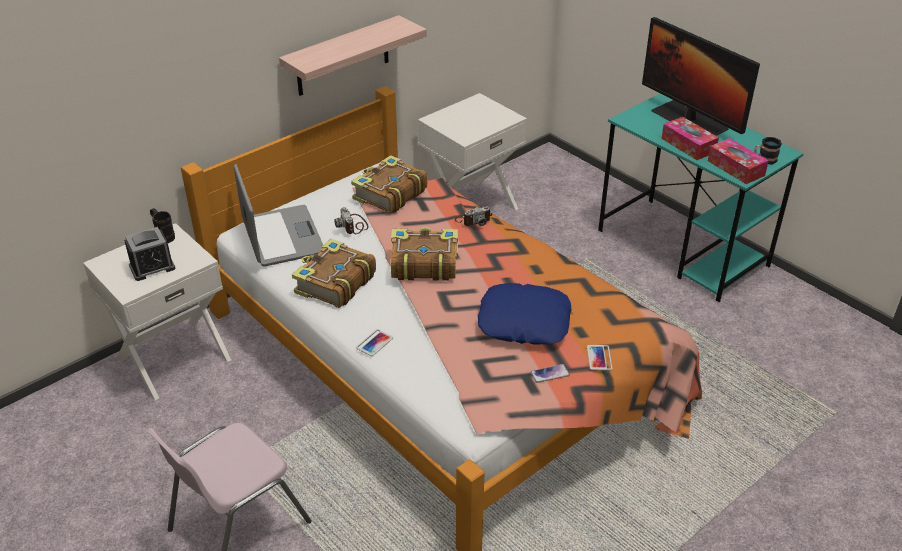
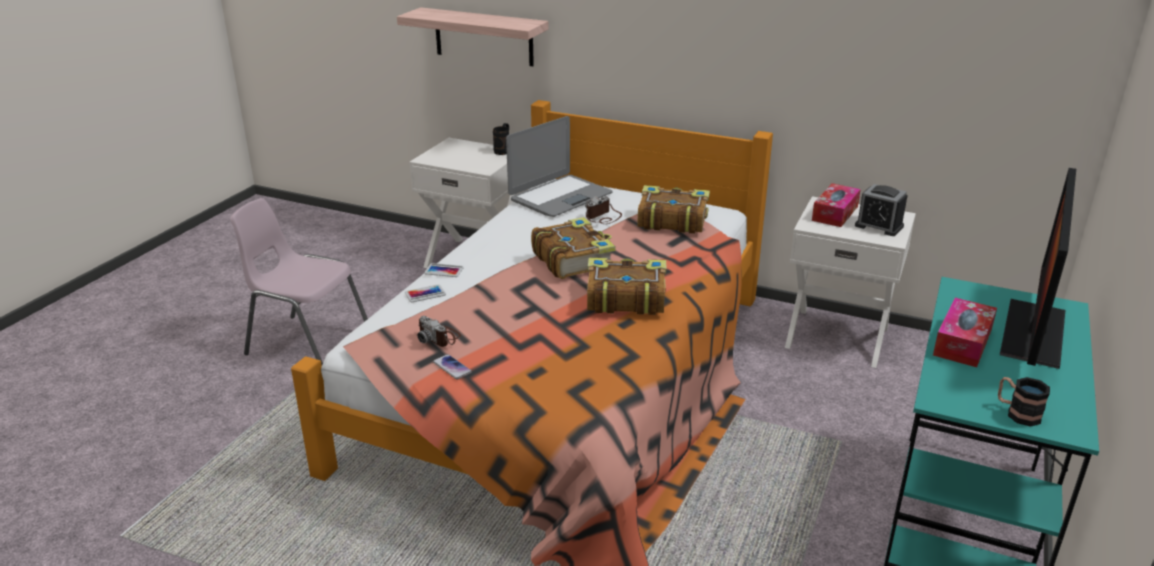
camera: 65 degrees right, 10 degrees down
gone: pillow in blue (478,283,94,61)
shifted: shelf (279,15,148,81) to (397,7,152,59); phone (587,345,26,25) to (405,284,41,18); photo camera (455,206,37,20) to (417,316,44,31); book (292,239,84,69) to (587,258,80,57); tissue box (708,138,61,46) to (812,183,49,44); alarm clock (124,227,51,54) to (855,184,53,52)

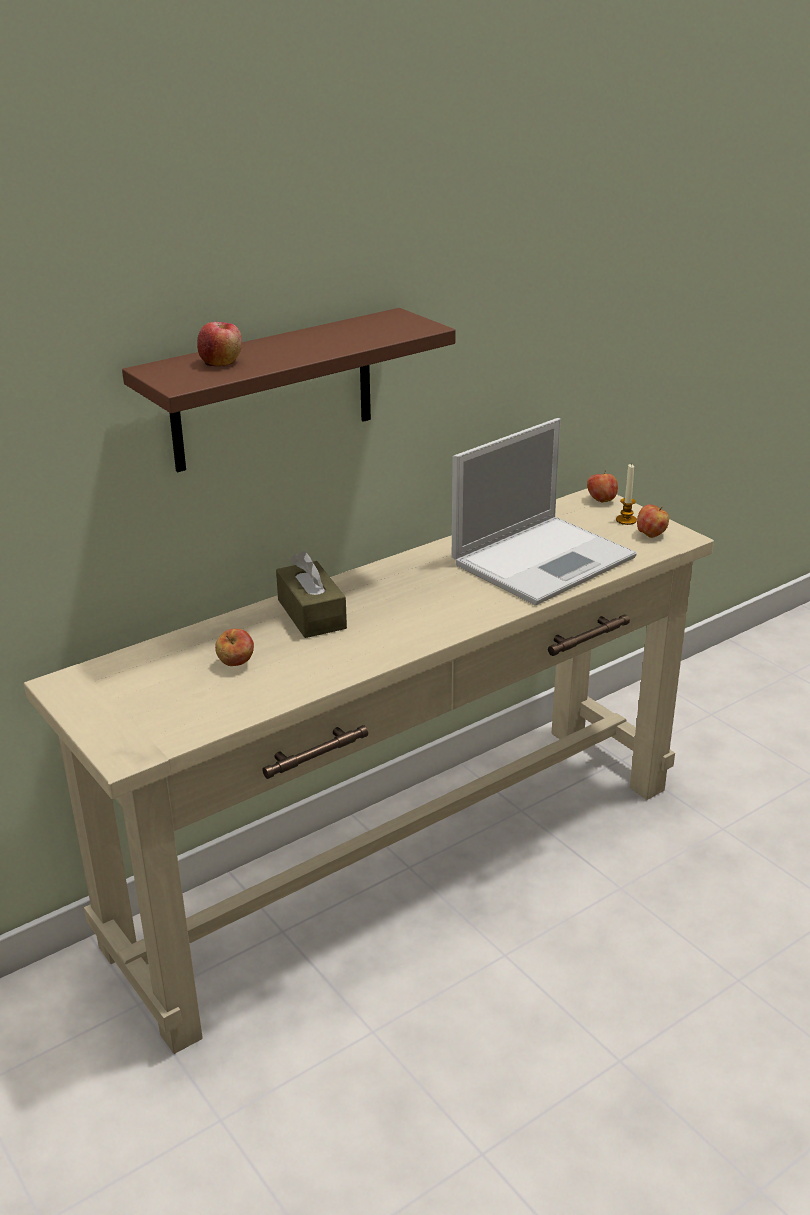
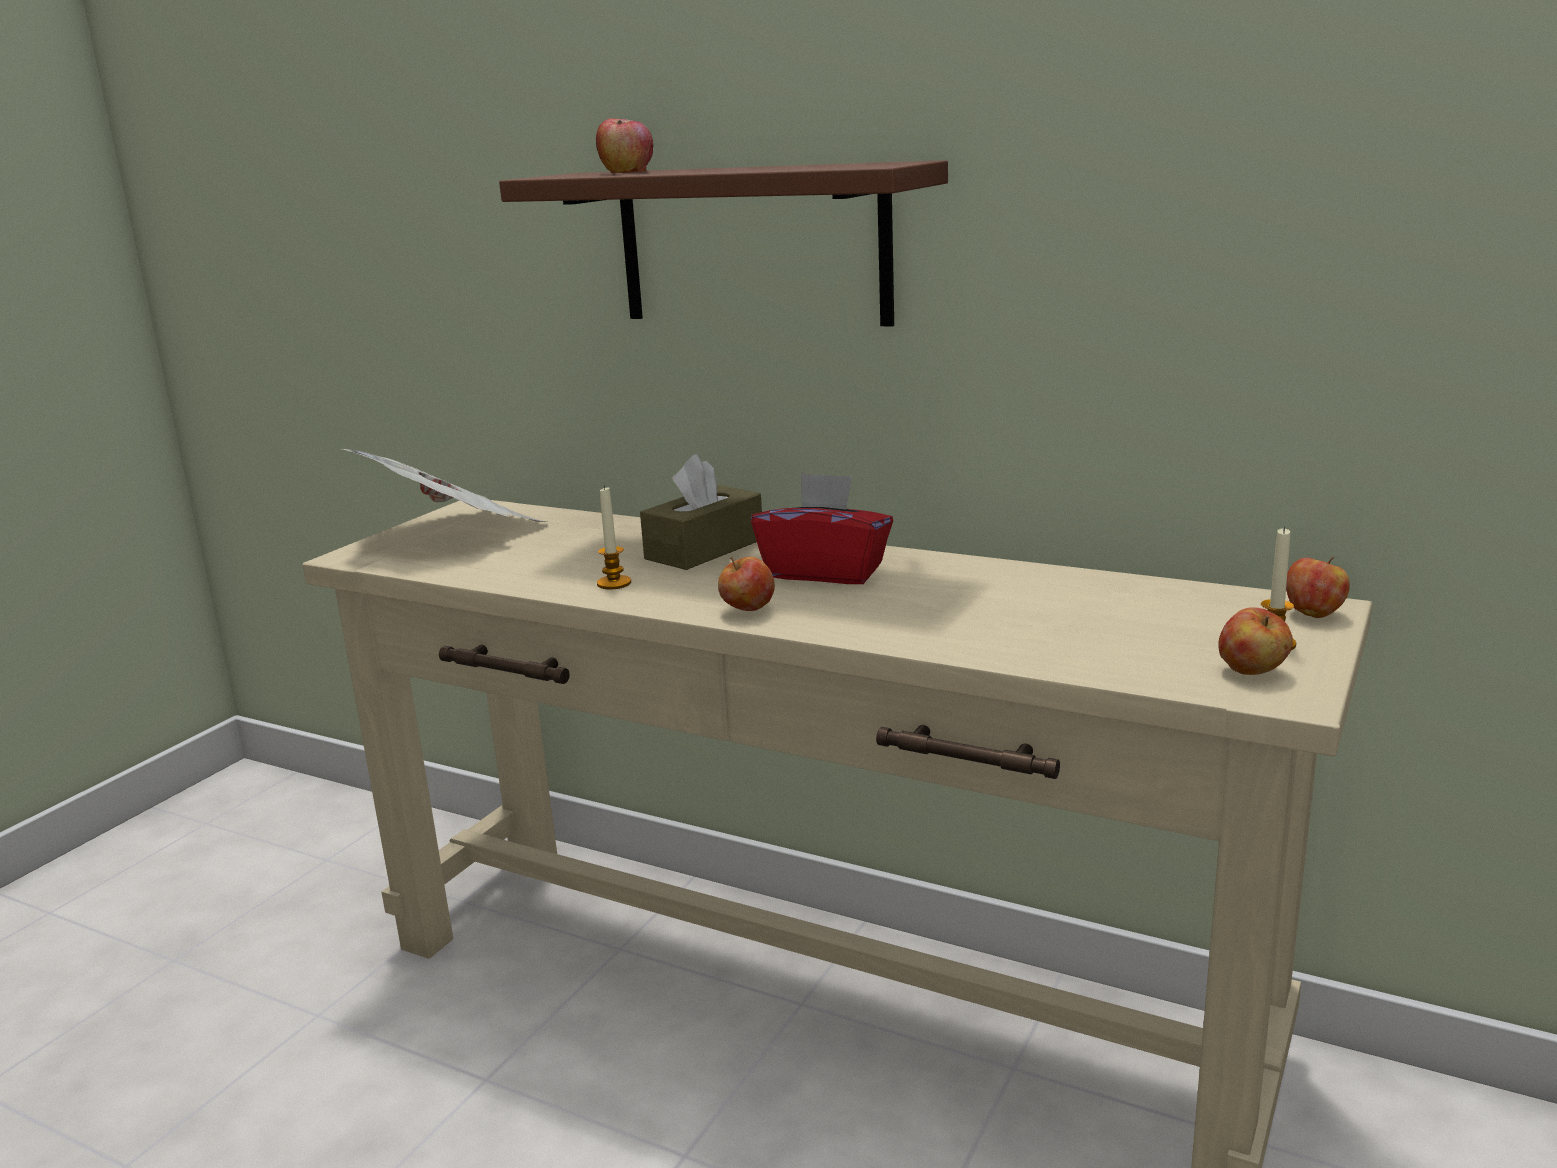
camera: 65 degrees right, 10 degrees down
gone: laptop (452,418,185,188)
new: newspaper (343,449,204,73); candle (597,485,34,105); tissue box in red (751,473,142,111)
shifted: apple (215,629,39,37) to (718,557,57,54)

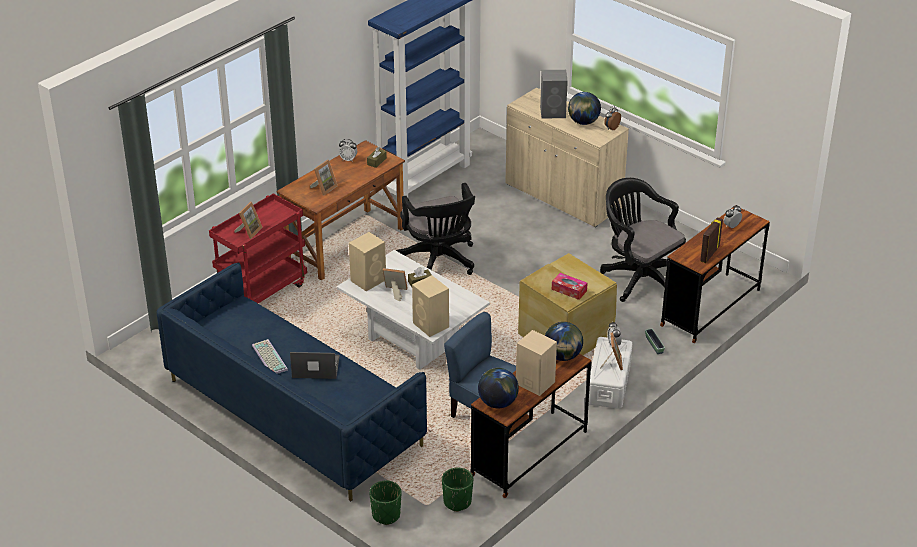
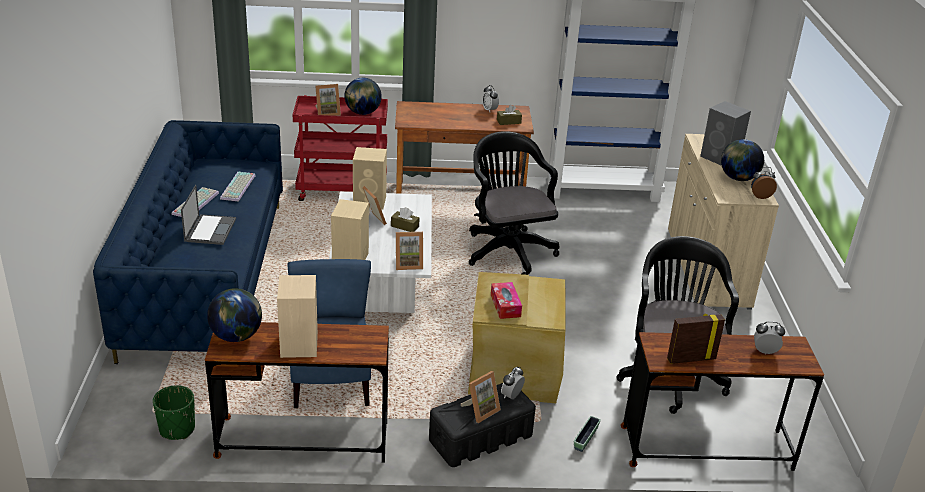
camera: 45 degrees right, 5 degrees down
gone: planter in green (369,480,32,45)
new: keyboard (220,172,36,30)
shifted: globe (545,322,38,39) to (345,78,37,37); picture frame (310,160,27,35) to (396,232,27,38)
repainted: storage box in white (589,337,43,72) to storage box in black (429,383,107,84)
rotated: laptop (290,352,50,27) = (181,185,55,60) 45 degrees clockwise; office chair in black (396,183,79,92) = (469,131,90,144) 135 degrees clockwise

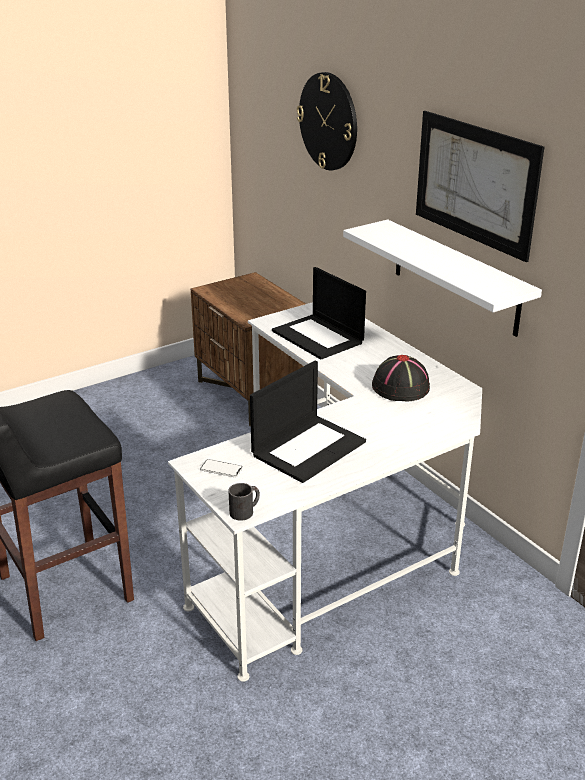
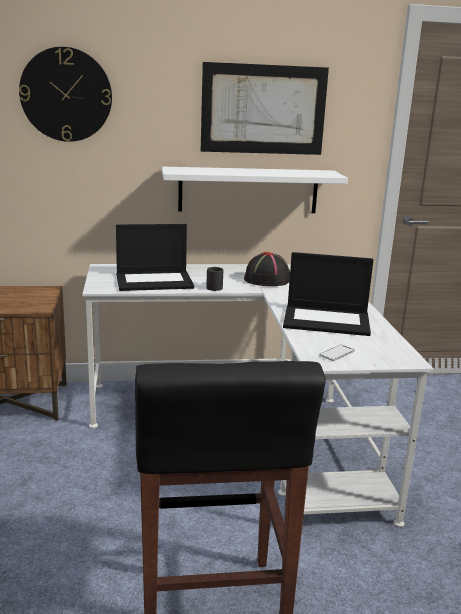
camera: 65 degrees left, 10 degrees down
shifted: mug in black (229,483,31,38) to (206,267,17,24)
rotated: laptop (250,361,116,122) = (283,252,90,84) 120 degrees clockwise

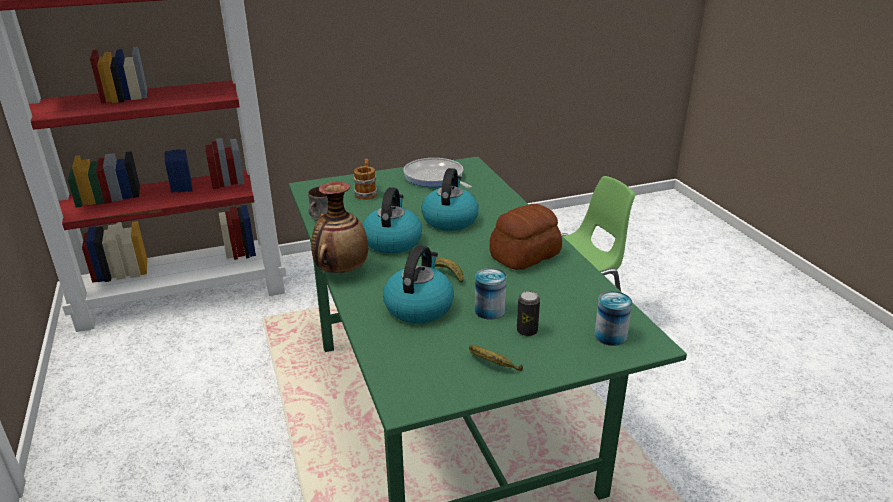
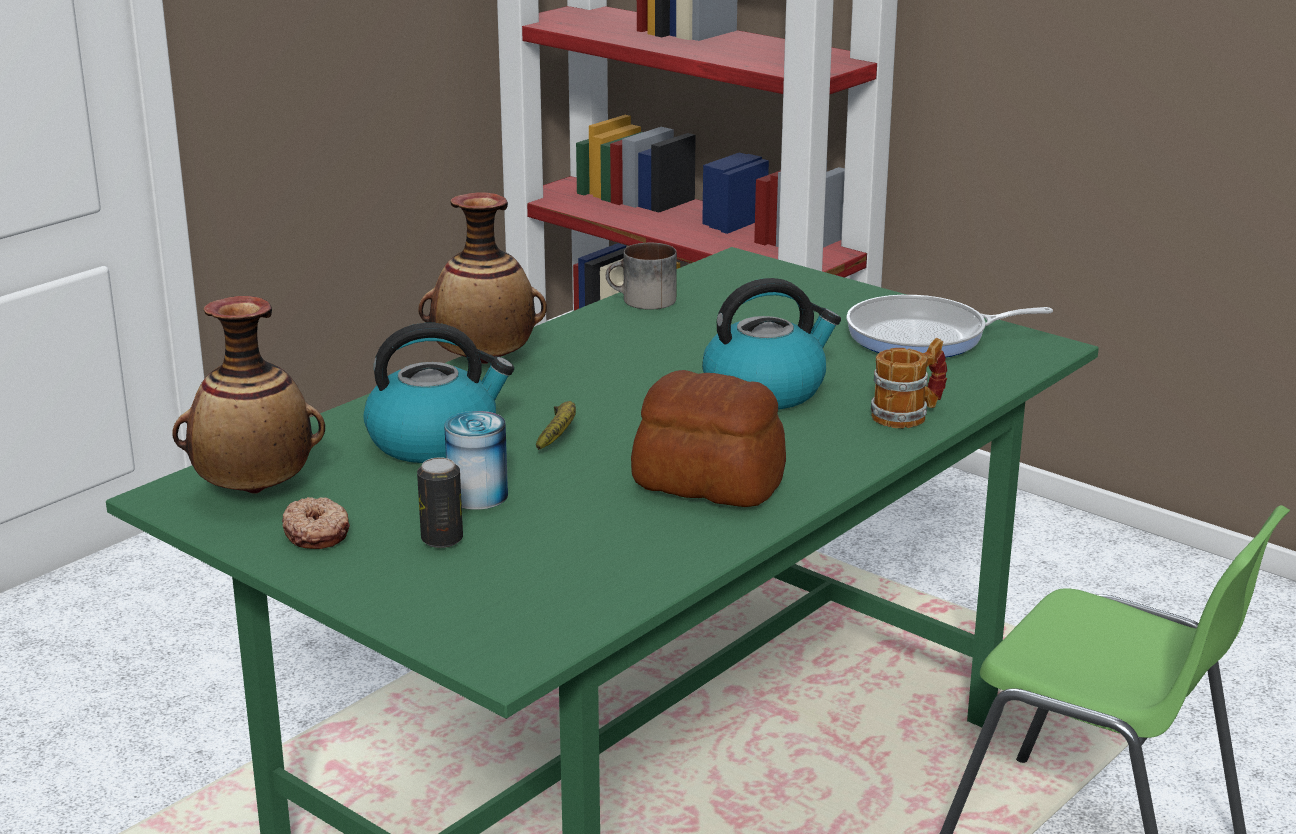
camera: 60 degrees right, 5 degrees down
gone: kettle (363,187,59,67); can (594,291,38,55)
new: vase (172,296,153,198)
shifted: mug (354,158,23,42) to (871,338,76,90)
swapped: banana (469,345,54,26) to donut (282,497,68,52)
rotated: frying pan (403,158,69,30) = (846,295,207,63) 120 degrees counterclockwise

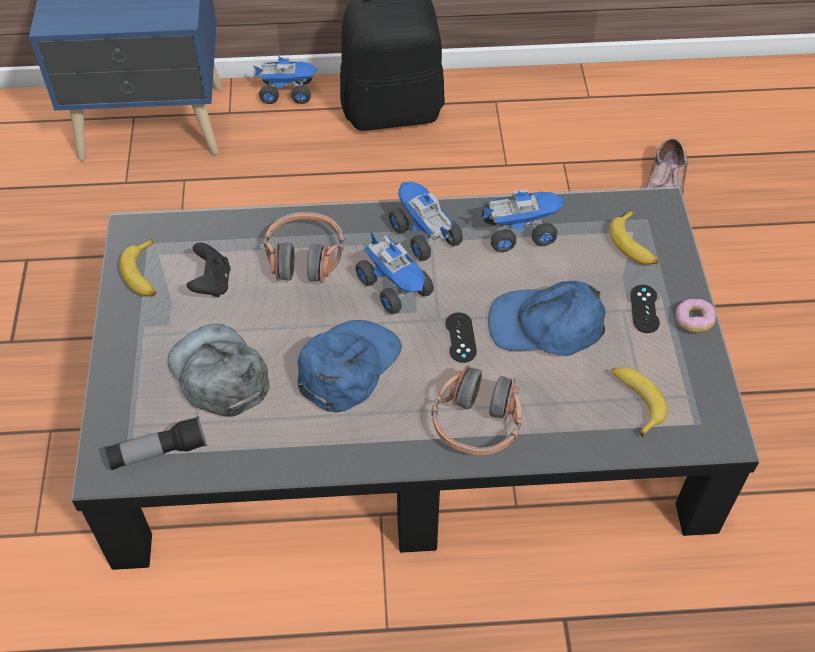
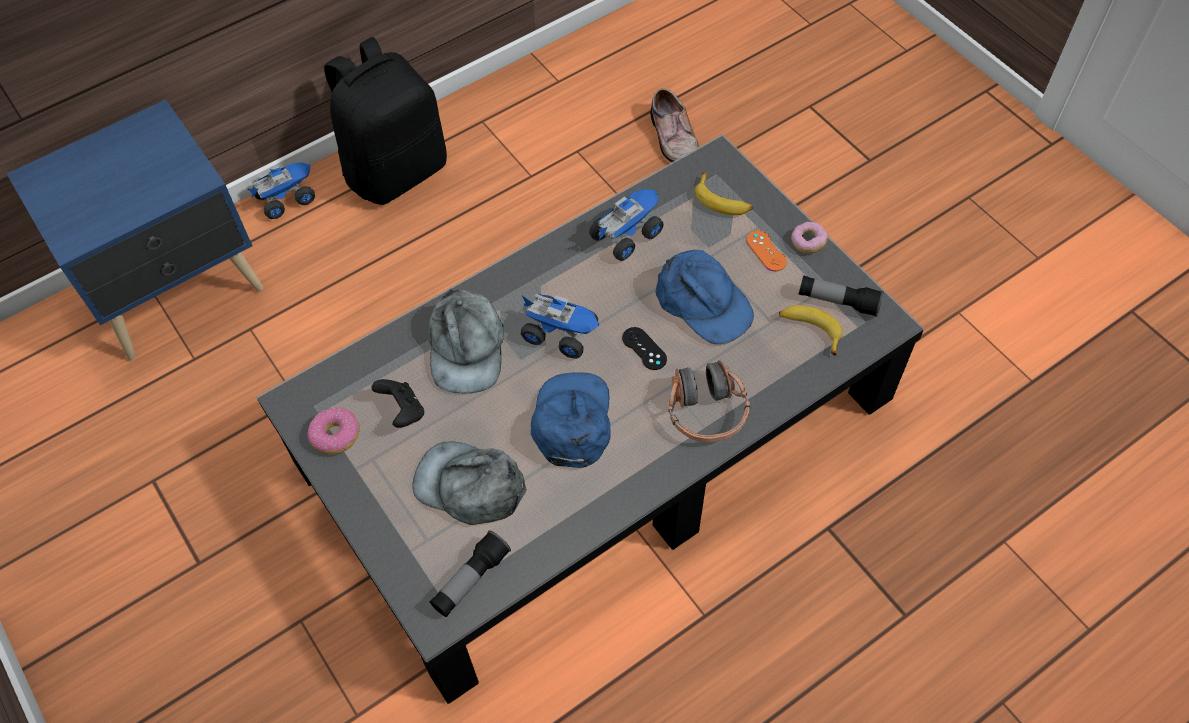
camera: 30 degrees left, 5 degrees up
gone: toy truck (389,182,74,79)
new: flashlight (799,275,85,42)
swapped: banana (119,238,38,58) to donut (308,407,51,48); headphones (264,212,80,71) to cap in grey (428,289,76,105)
repainted: game controller in black (631,285,29,48) to game controller in orange (747,230,40,41)
rotated: cap in blue (488,281,117,75) = (656,250,98,94) 105 degrees counterclockwise

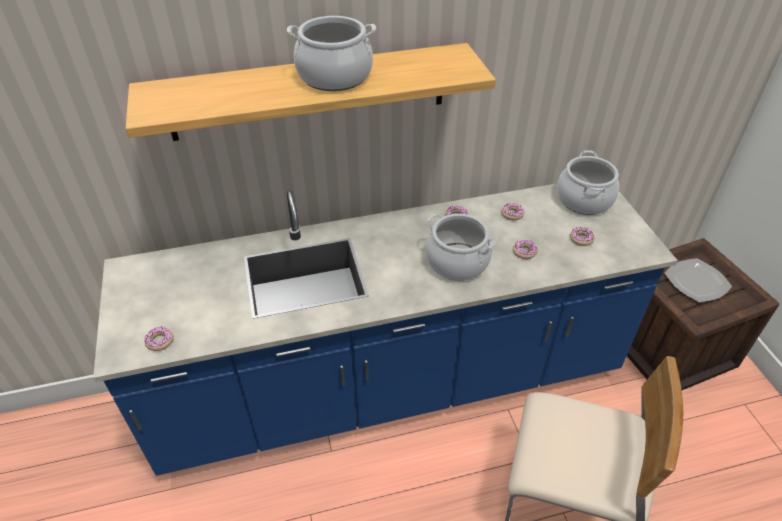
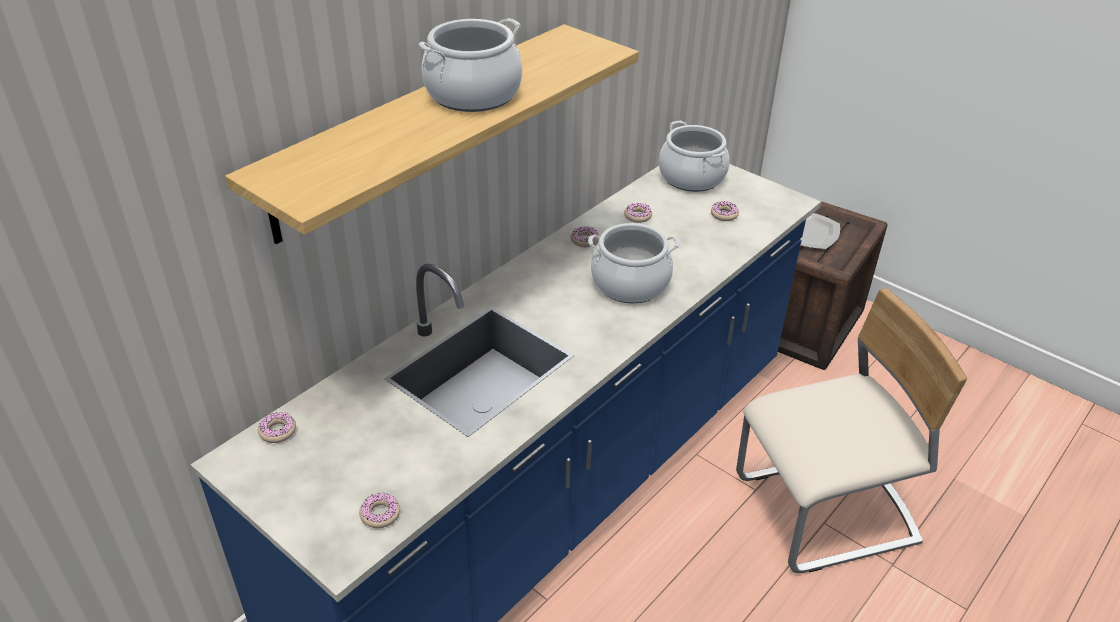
camera: 35 degrees left, 5 degrees down
shifted: donut (513,240,24,19) to (258,411,38,32)

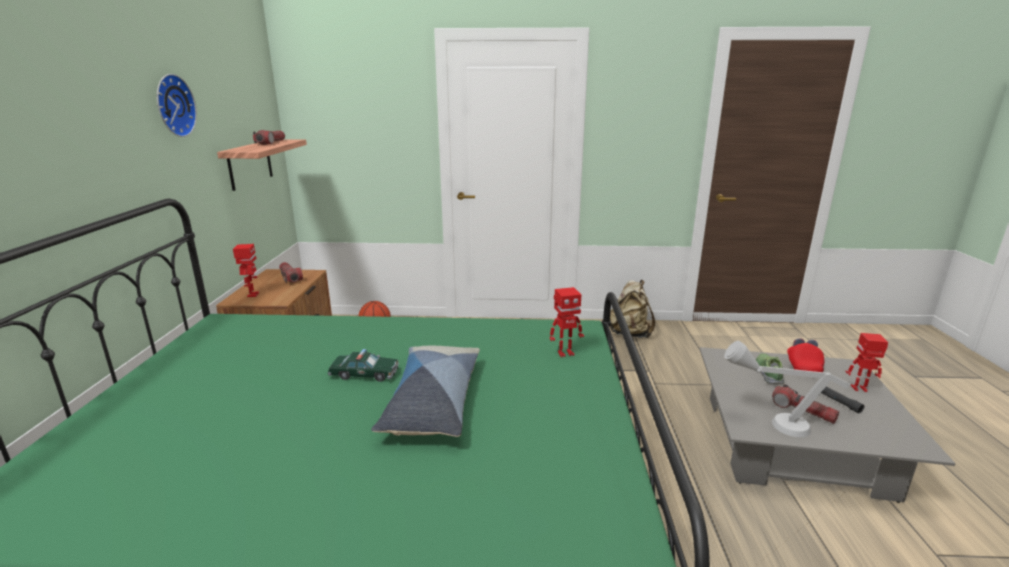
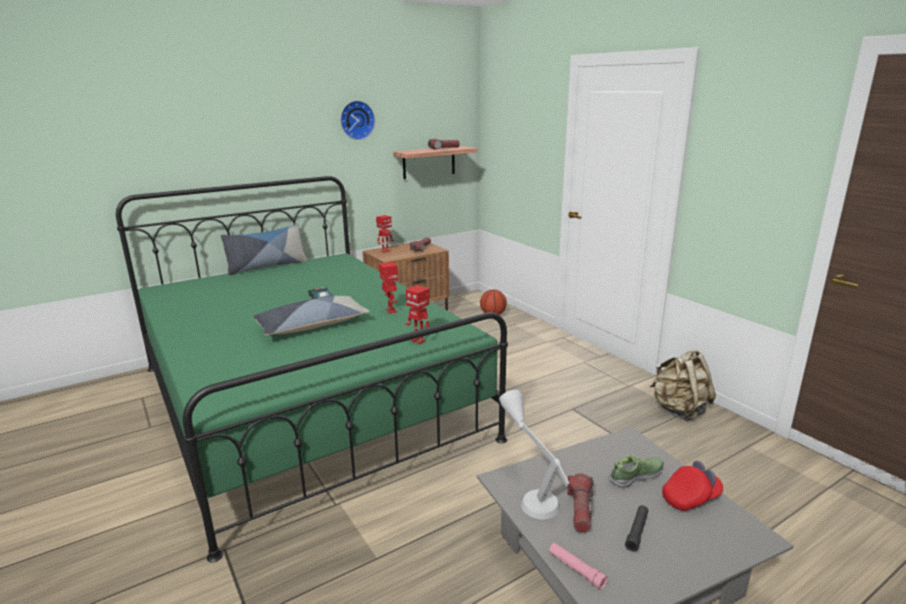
camera: 55 degrees right, 0 degrees up
new: pillow (220,224,87,51); flashlight in pink (549,543,59,47)
shifted: toy robot (845,333,43,59) to (379,262,19,51)

